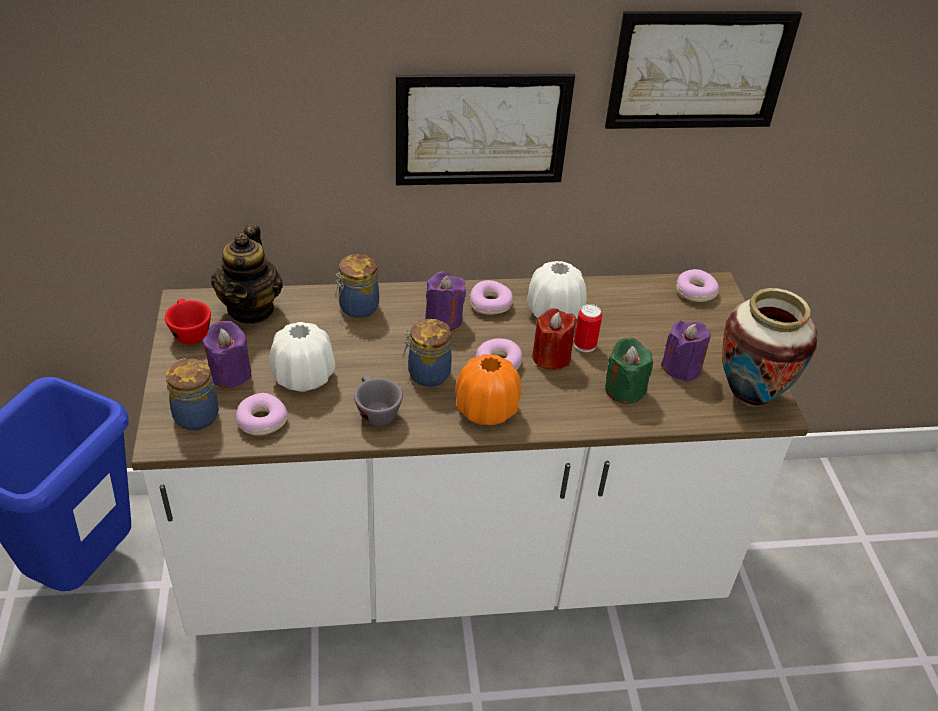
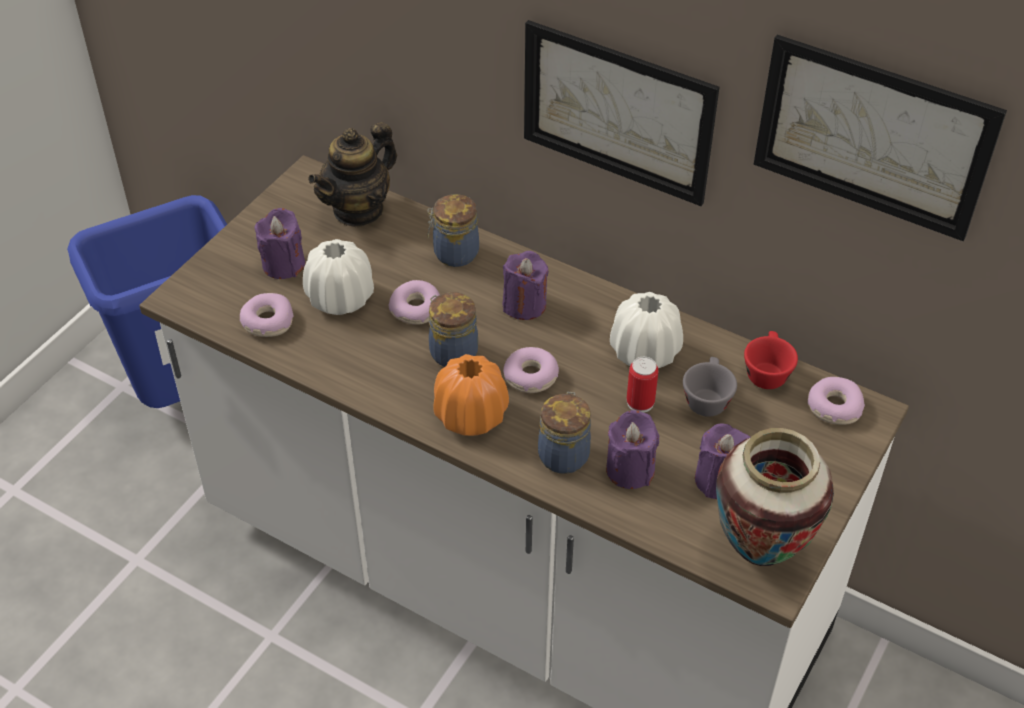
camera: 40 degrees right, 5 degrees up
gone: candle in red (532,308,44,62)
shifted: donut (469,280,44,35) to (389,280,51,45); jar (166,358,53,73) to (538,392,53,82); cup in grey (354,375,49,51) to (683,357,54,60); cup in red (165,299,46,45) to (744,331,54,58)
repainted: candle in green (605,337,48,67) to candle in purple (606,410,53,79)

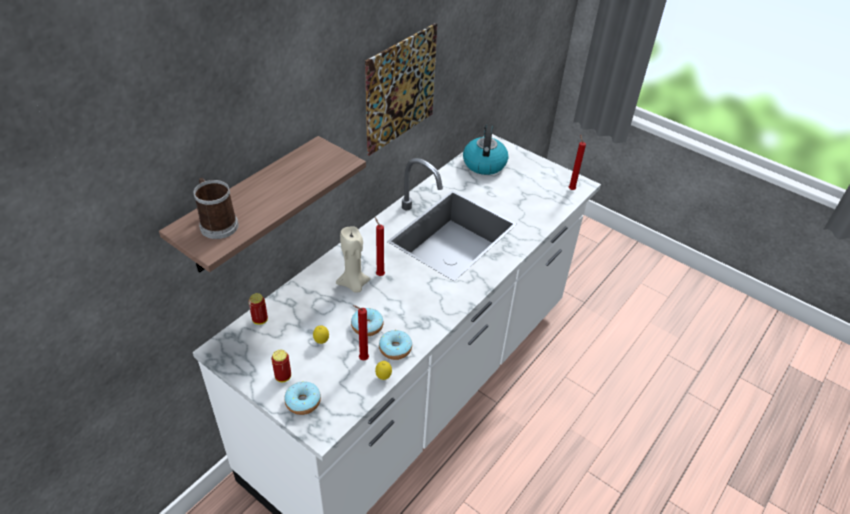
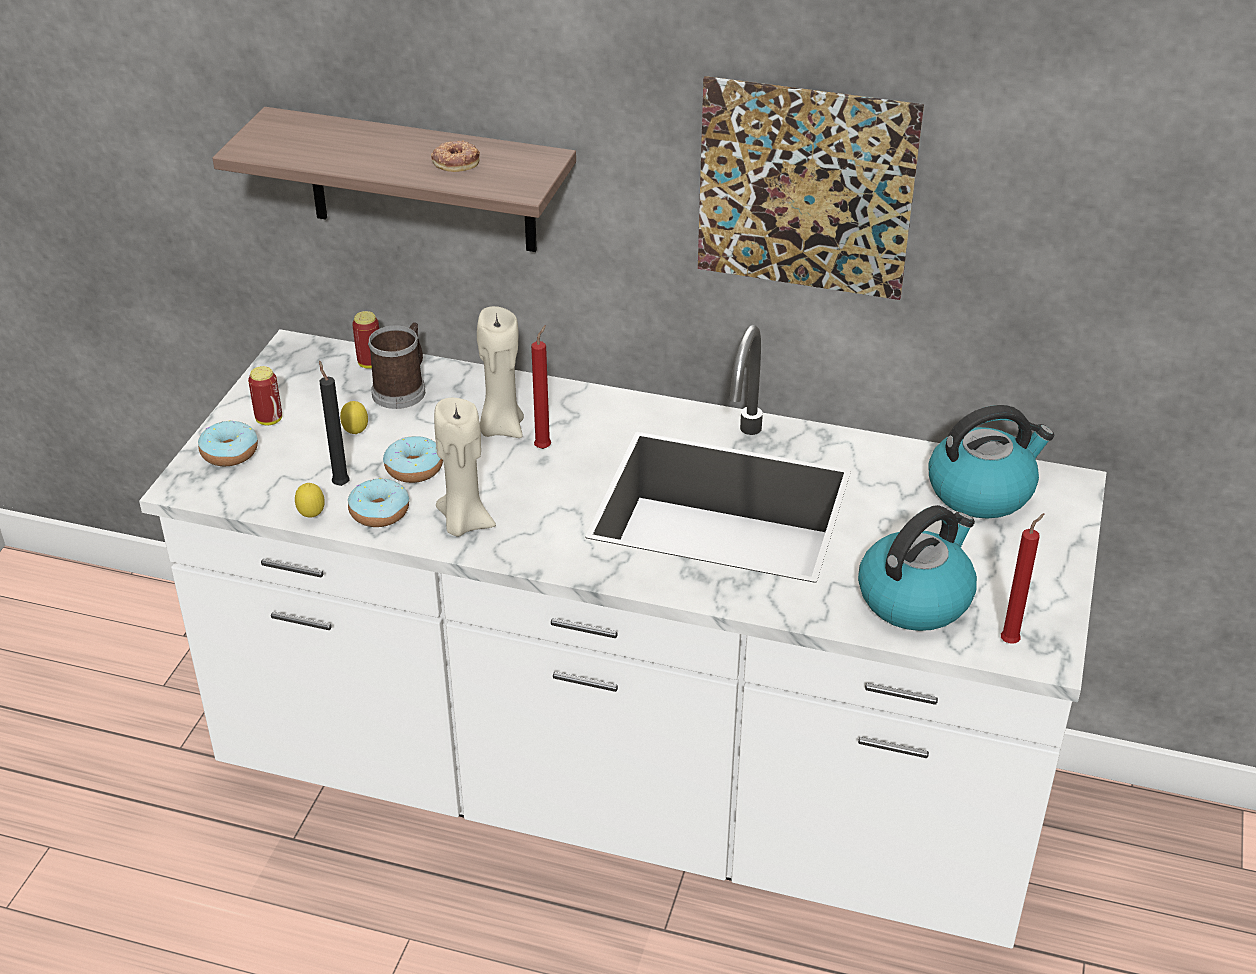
camera: 70 degrees right, 5 degrees down
new: donut (431,140,49,32); candle in beige (434,398,62,139); kettle (858,505,119,126)
shifted: mug (193,178,46,61) to (368,323,57,86)
repainted: candle in red (353,305,16,55) to candle in black (319,360,31,126)

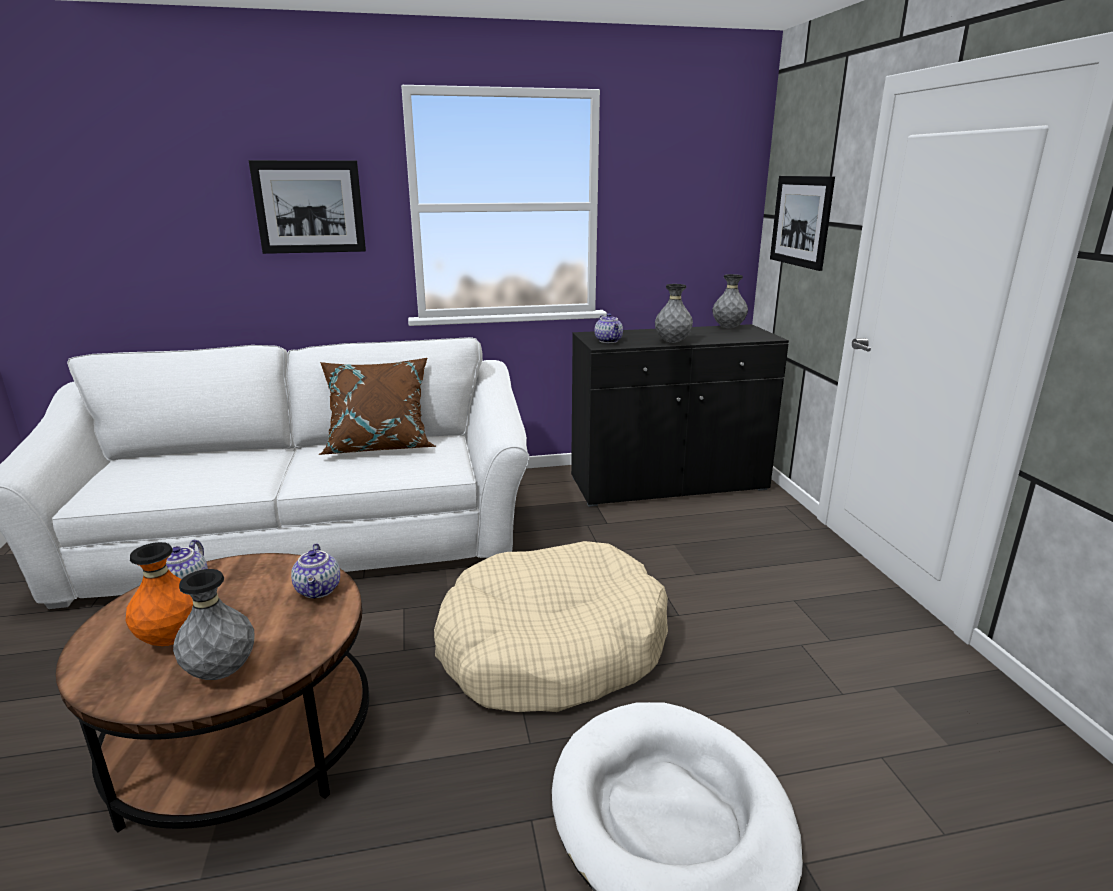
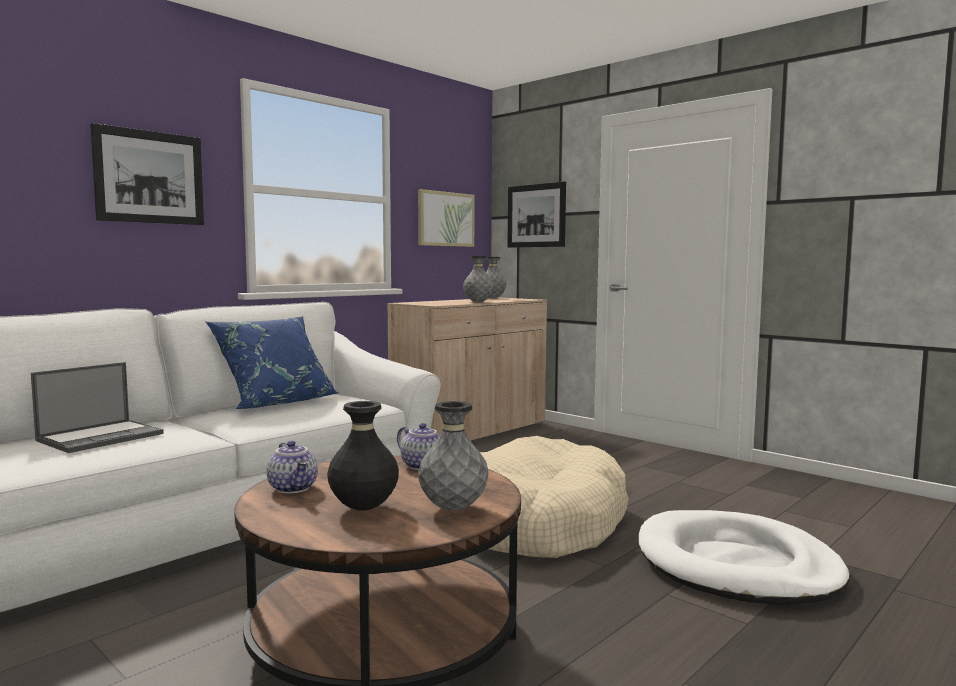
camera: 35 degrees left, 15 degrees down
gone: teapot (594,313,29,30)
new: laptop (31,362,133,91); picture (418,189,57,58)
repainted: pillow in brown (319,358,117,97) to pillow in blue (205,316,133,93); vase in orange (125,542,68,104) to vase in black (327,401,72,110); cabinet in black (571,324,218,183) to cabinet in beige (387,298,160,143)

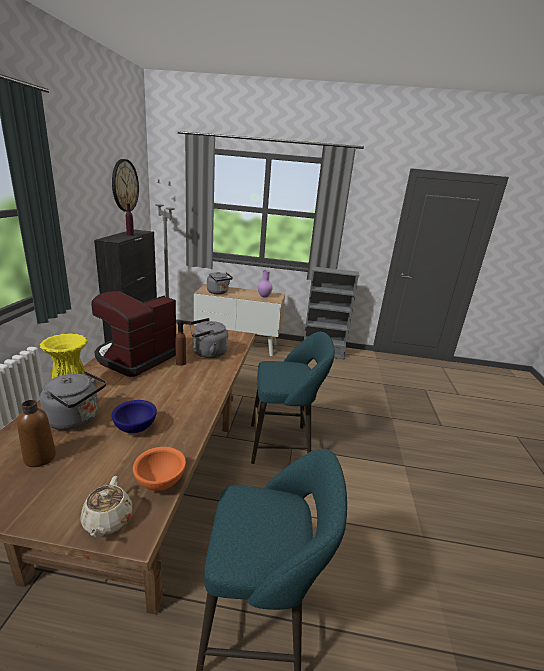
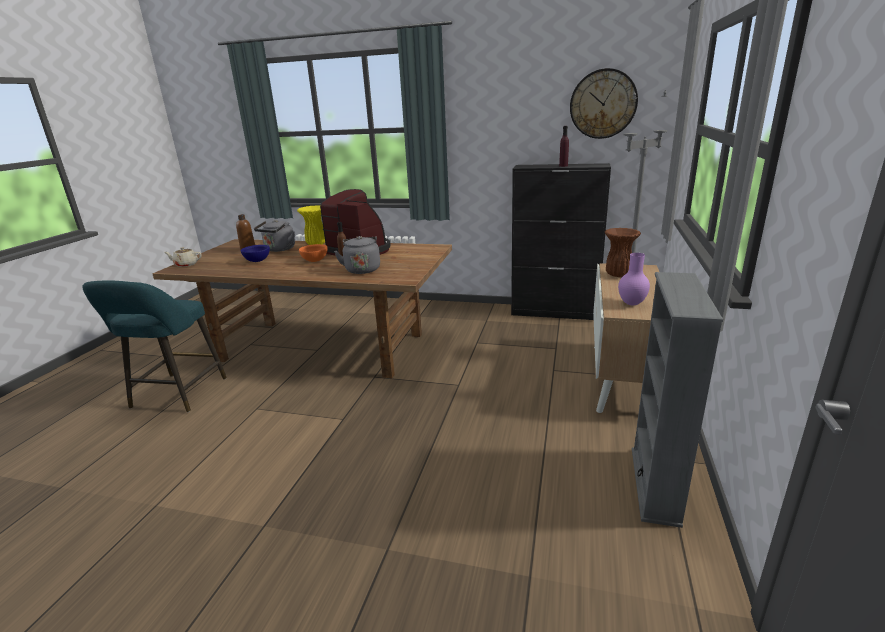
camera: 100 degrees right, 0 degrees up
gone: stool in turquoise (251,332,84,132)
shifted: bowl in orange (133,447,53,44) to (299,244,29,18)
swapped: kettle in grey (207,272,26,22) to vase in brown (604,228,37,49)

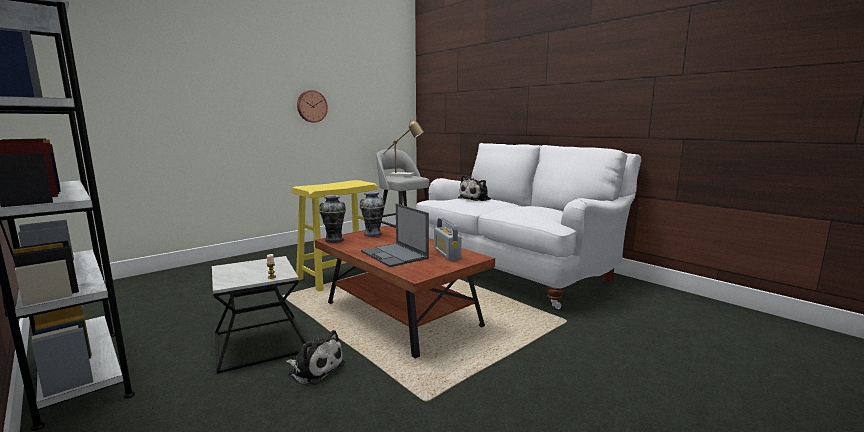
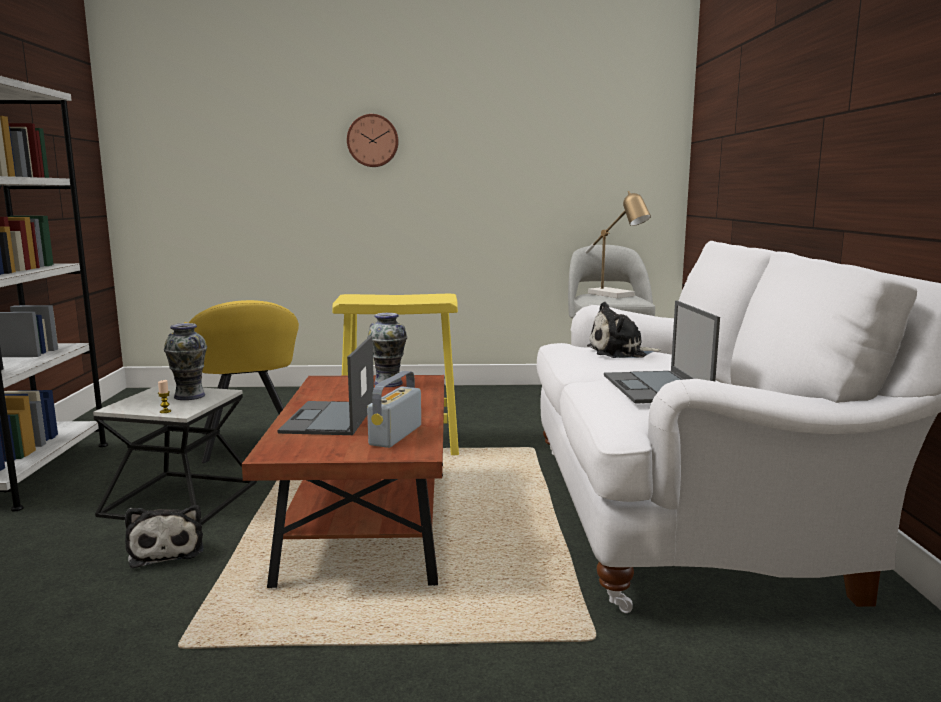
camera: 40 degrees right, 0 degrees up
new: armchair in yellow (184,300,115,163); laptop (604,300,116,103)
shifted: vase (319,195,27,48) to (164,323,43,77); wall clock (297,90,31,33) to (347,114,52,53)

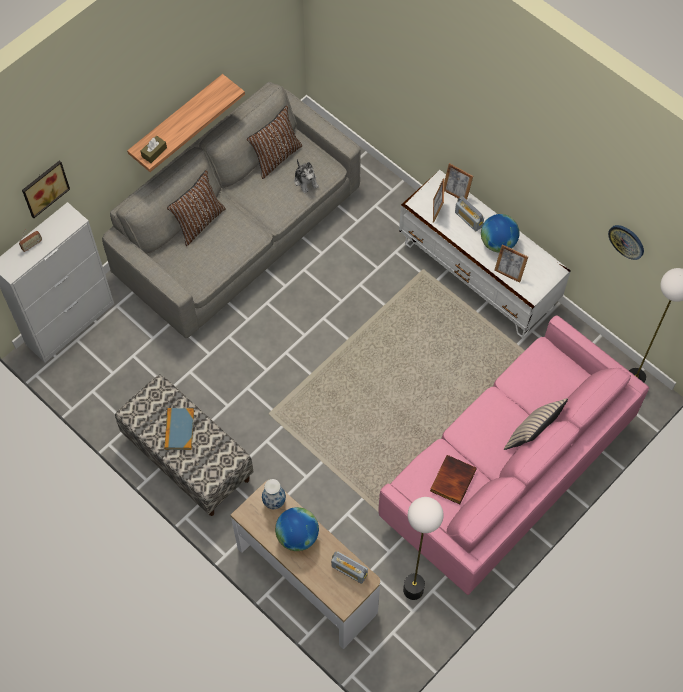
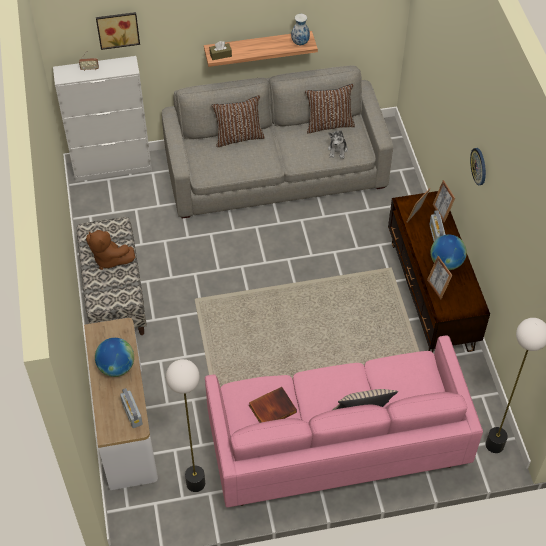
camera: 35 degrees right, 10 degrees down
shifted: vase (262,479,24,30) to (291,14,19,31); wall clock (608,225,36,35) to (470,148,16,37)
swapped: book (164,408,30,42) to plush toy in brown (86,230,49,40)
repainted: tv stand in white (399,170,172,168) to tv stand in brown (388,191,102,161)

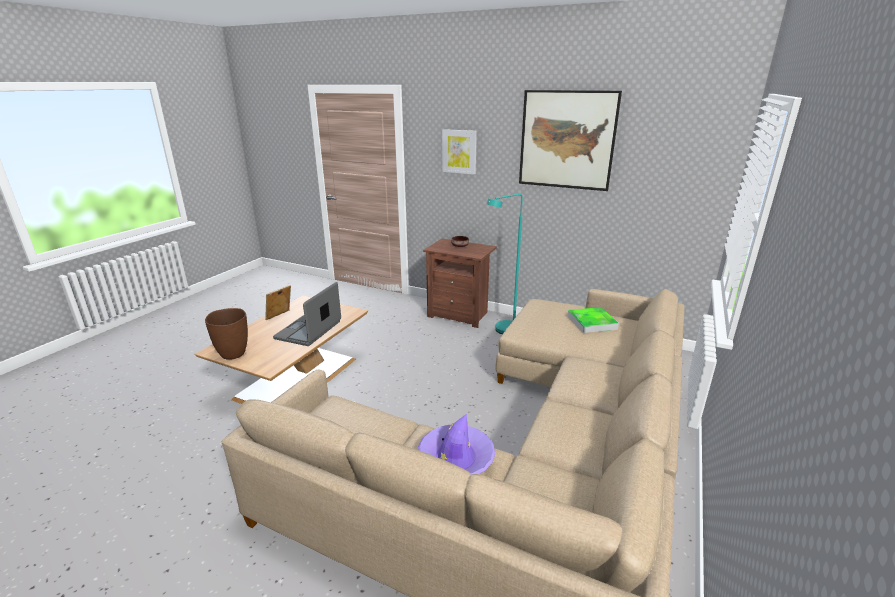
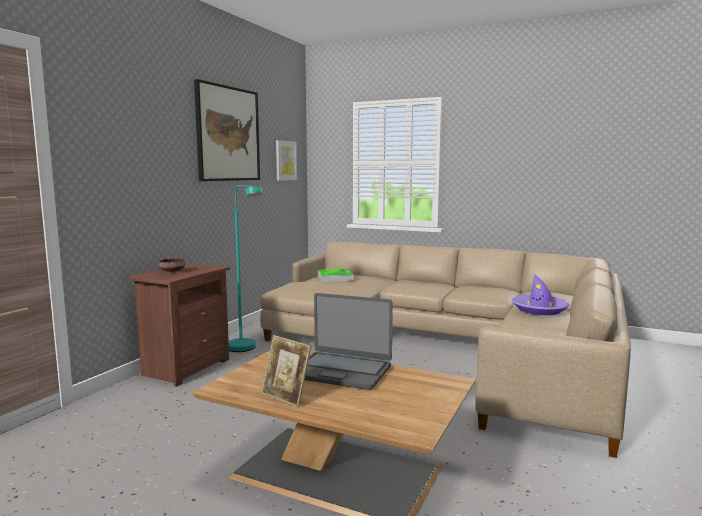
camera: 90 degrees left, 15 degrees down
gone: vase in brown (205,308,43,52)
shifted: picture (442,129,35,45) to (276,140,21,41)

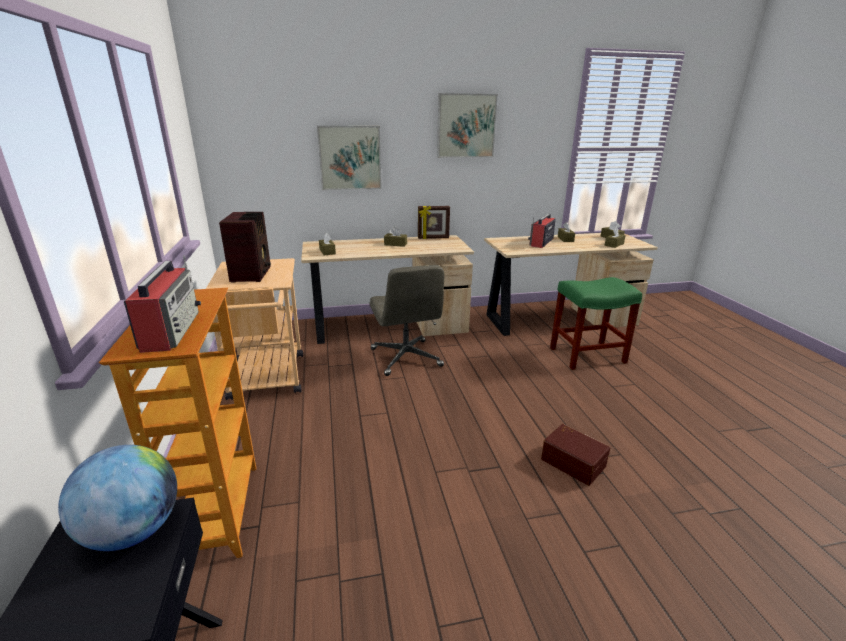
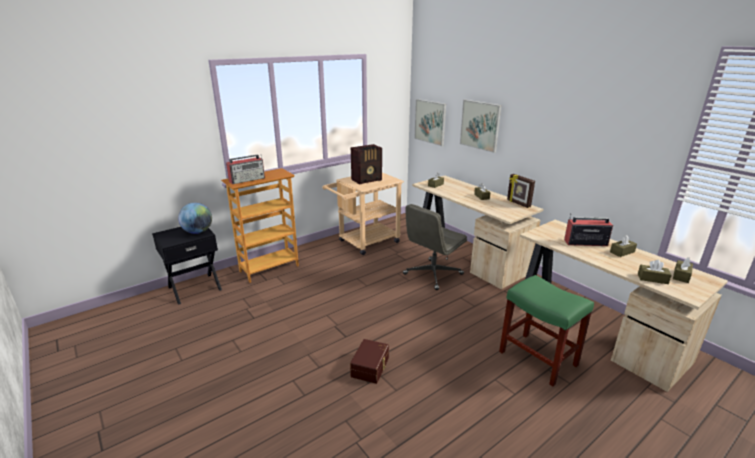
camera: 65 degrees right, 0 degrees up
shifted: picture (437,93,61,65) to (414,99,32,47)

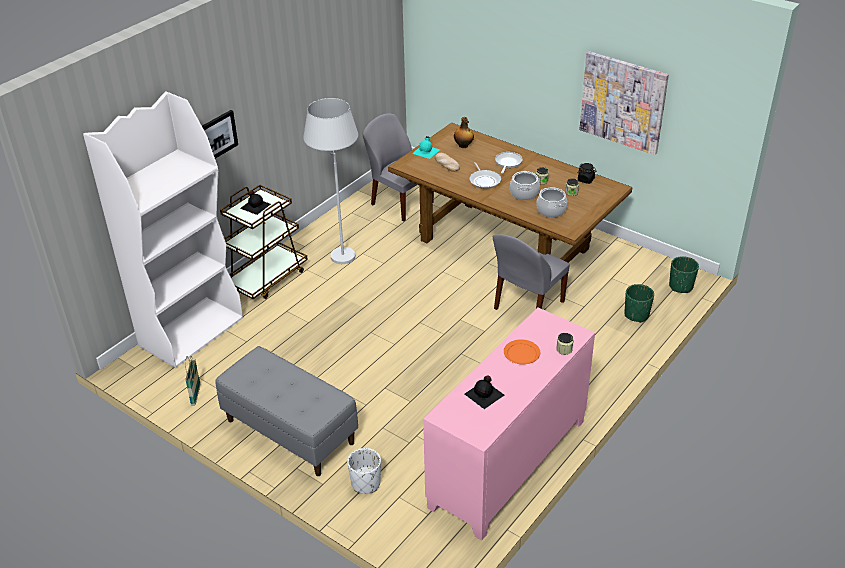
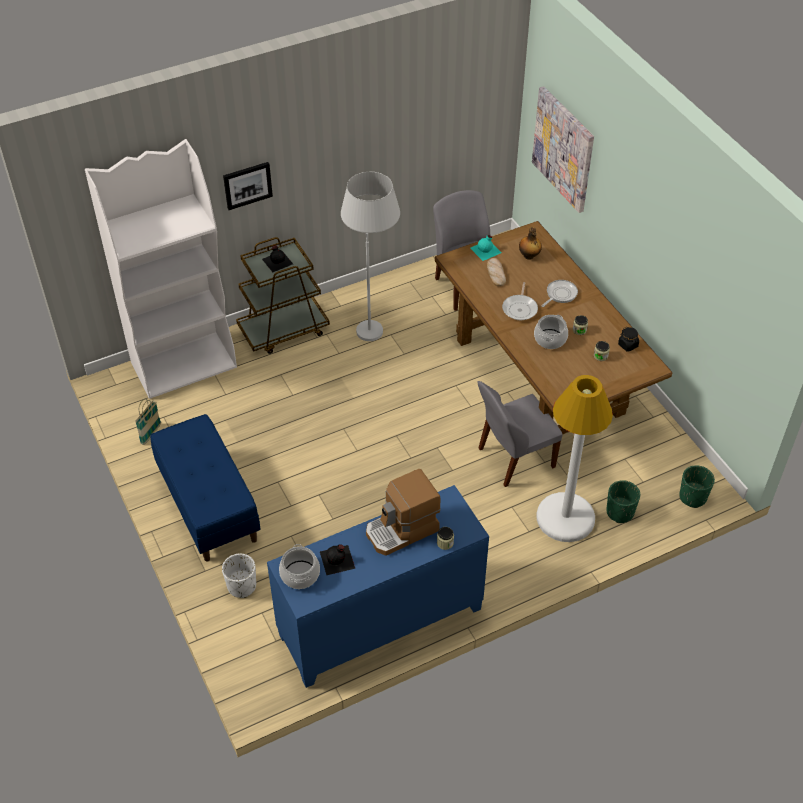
camera: 25 degrees right, 10 degrees up
new: floor lamp in white (536,375,77,167)
shifted: cooking pot (537,187,31,30) to (279,544,41,45); picture (579,51,90,104) to (532,86,62,127)
swapped: plate in orange (504,339,36,25) to coffee machine (366,469,75,87)
repainted: bench in grey (216,346,142,130) to bench in blue (150,414,110,148); cabinet in pink (423,307,172,234) to cabinet in blue (267,485,222,203)

